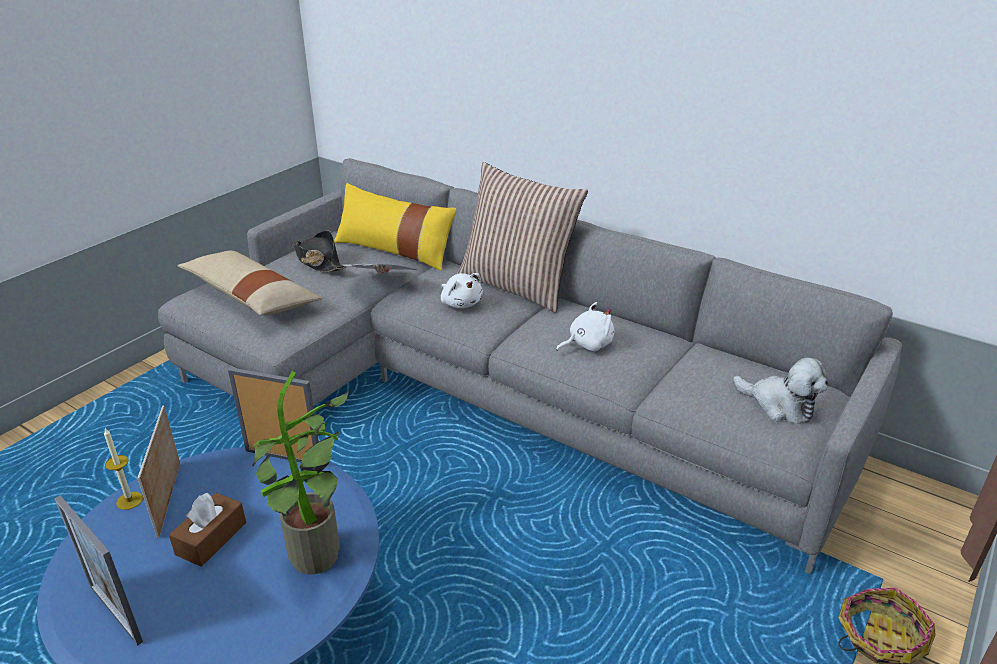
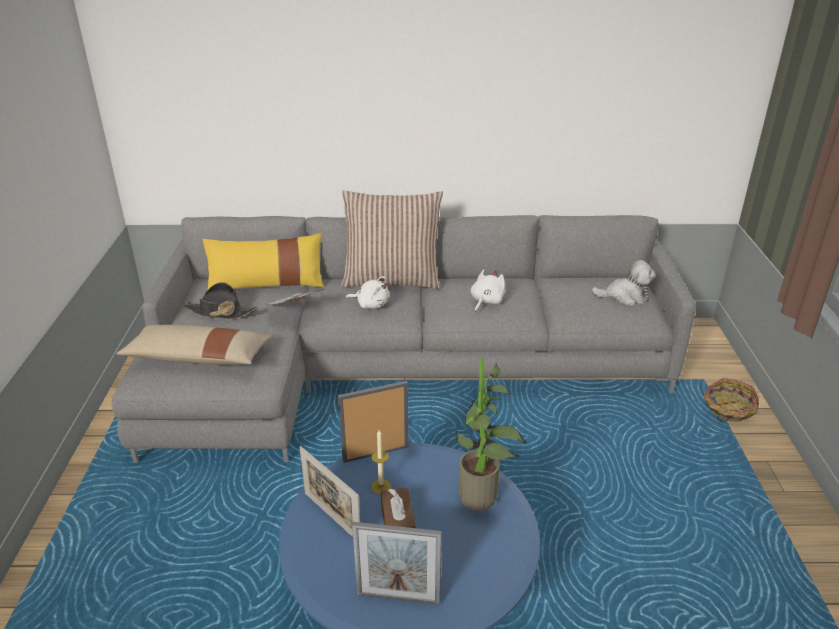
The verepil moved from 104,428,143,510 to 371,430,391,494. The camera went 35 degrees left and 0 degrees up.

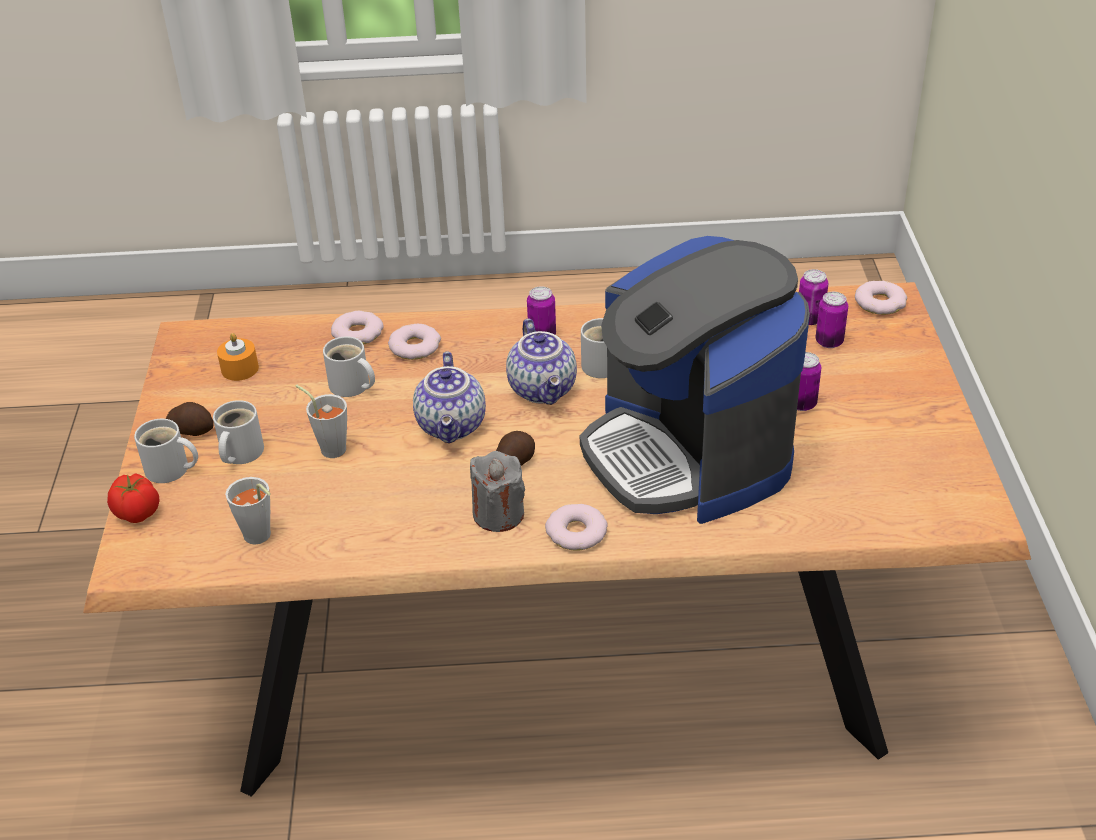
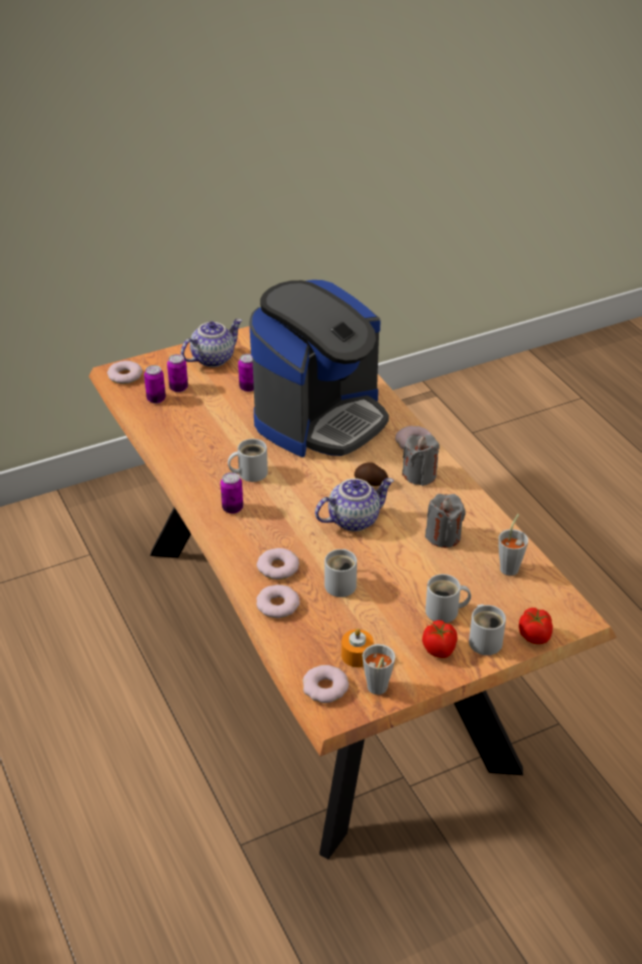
The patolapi at 166,402,214,436 was replaced by the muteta at 422,620,457,658. The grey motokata moved from 295,385,347,458 to 362,644,395,695. The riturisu moved from 506,319,577,405 to 181,319,242,367. The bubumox at 303,665,349,703 appeared. The grey verepil at 425,494,466,548 appeared. The camera went 115 degrees left and 0 degrees up.

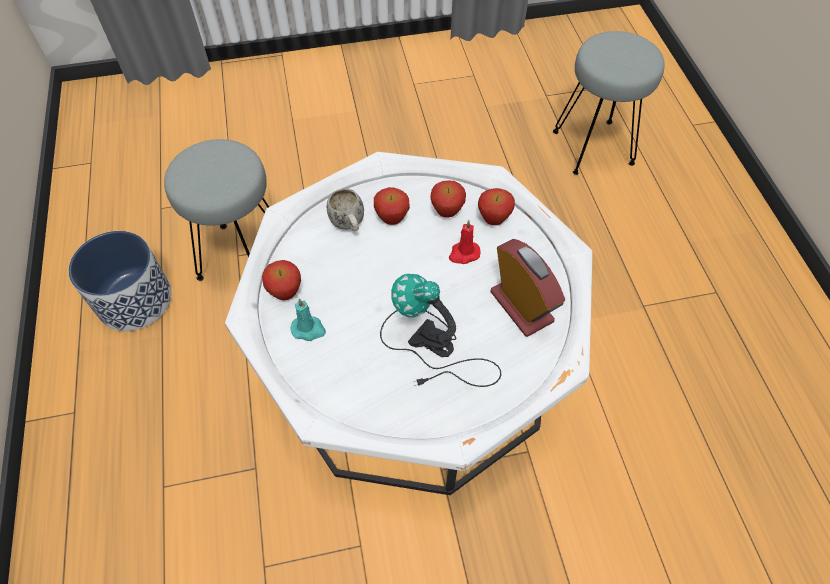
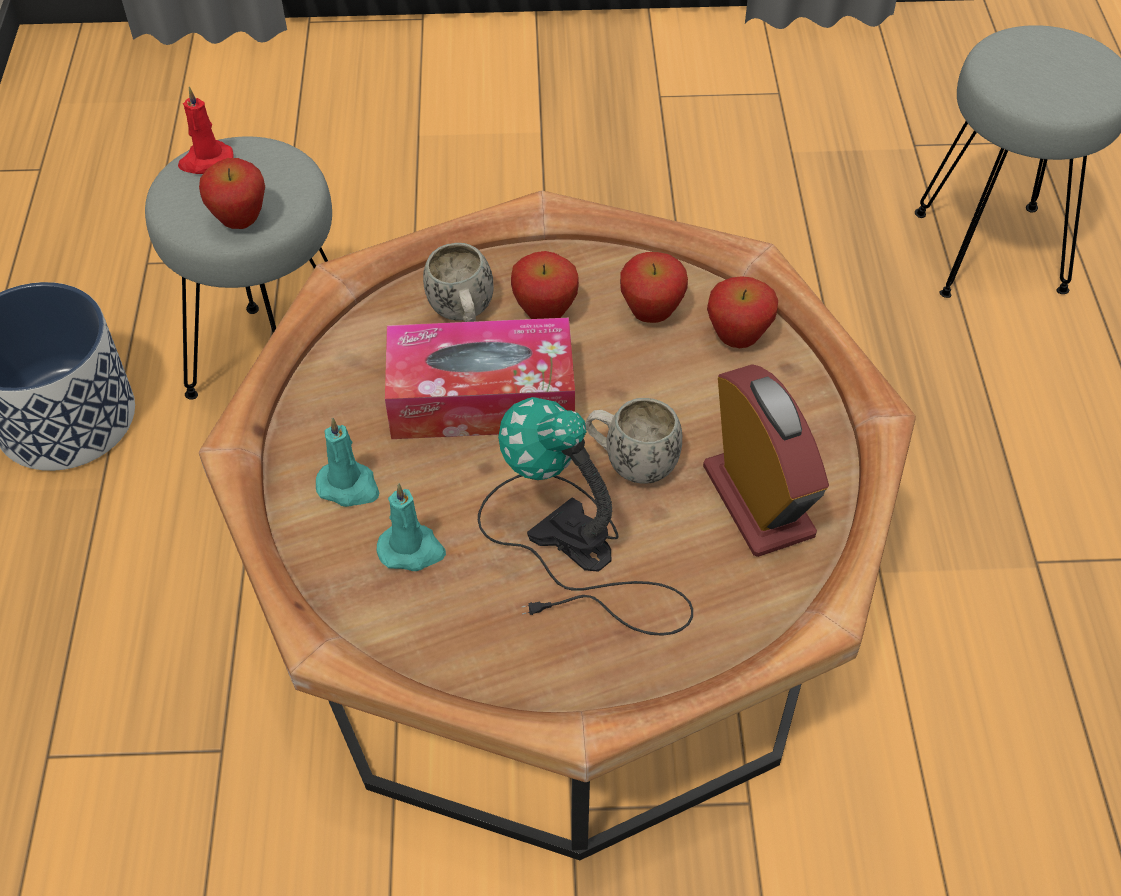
The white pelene at 225,152,592,495 became the brown pelene at 199,191,916,860. The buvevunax moved from 262,260,301,300 to 199,158,265,229. The red verepil moved from 449,220,481,264 to 178,87,234,174. The turquoise verepil at 376,484,446,571 appeared. The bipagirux at 385,318,575,439 appeared. The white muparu at 585,398,682,484 appeared. The camera went 10 degrees right and 5 degrees down.

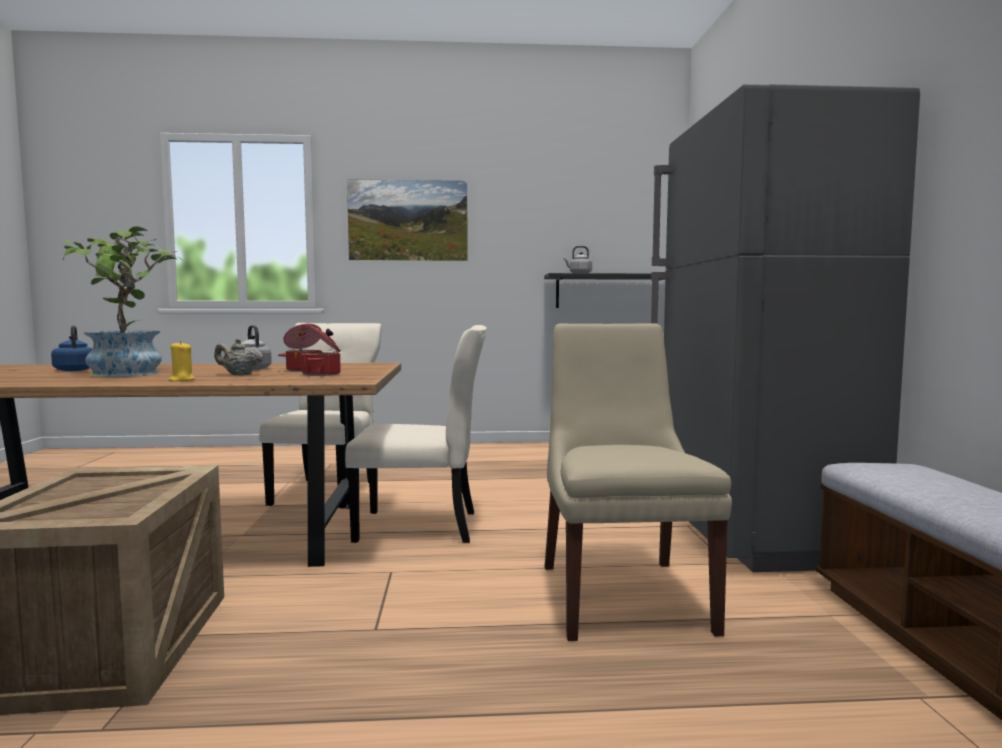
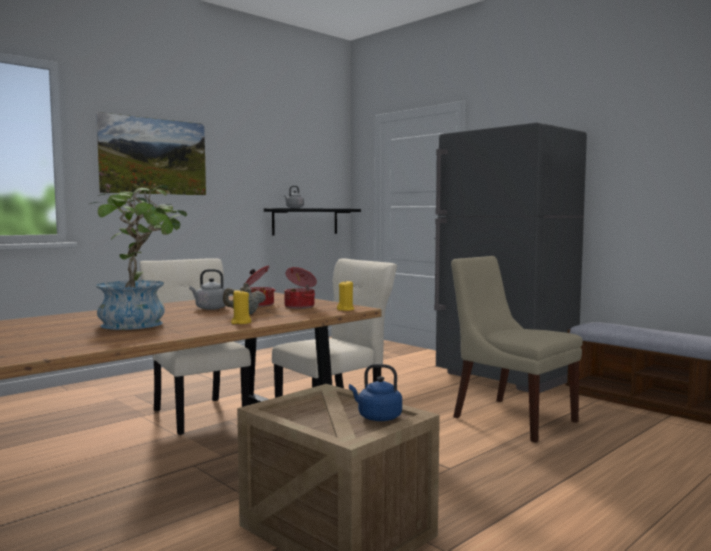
The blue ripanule moved from 51,325,92,371 to 349,364,402,421. The yellow verepil at 337,280,354,311 appeared. The camera went 40 degrees left and 0 degrees up.

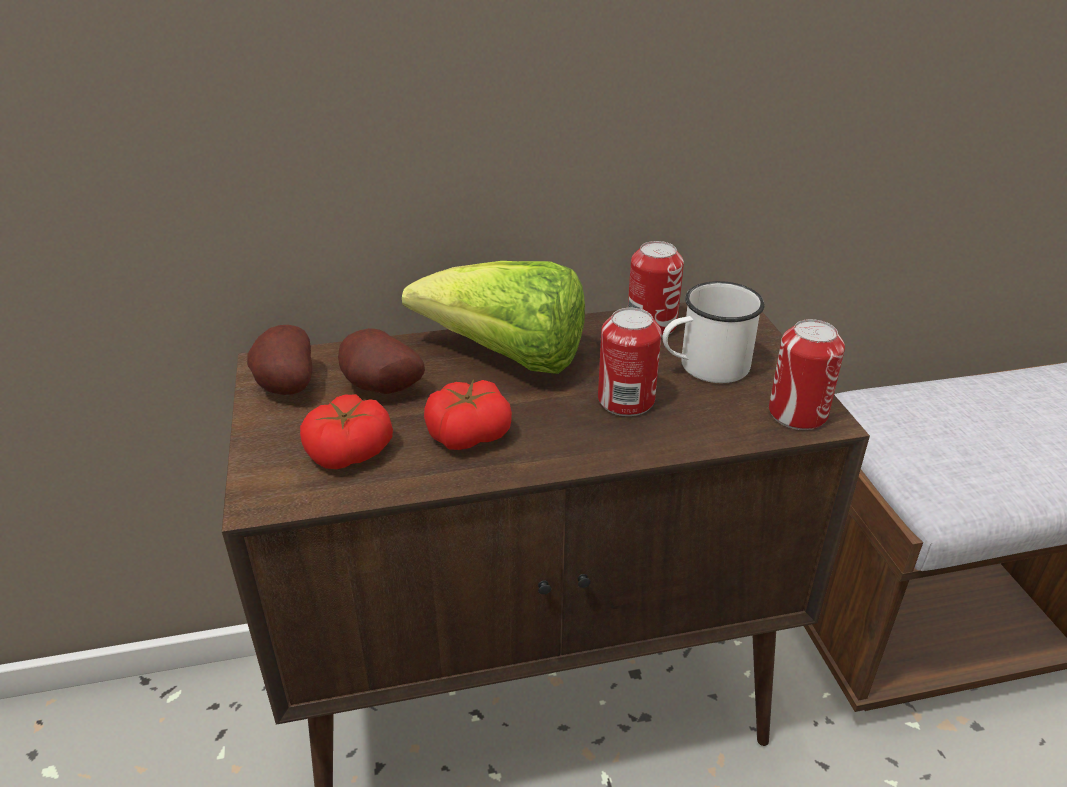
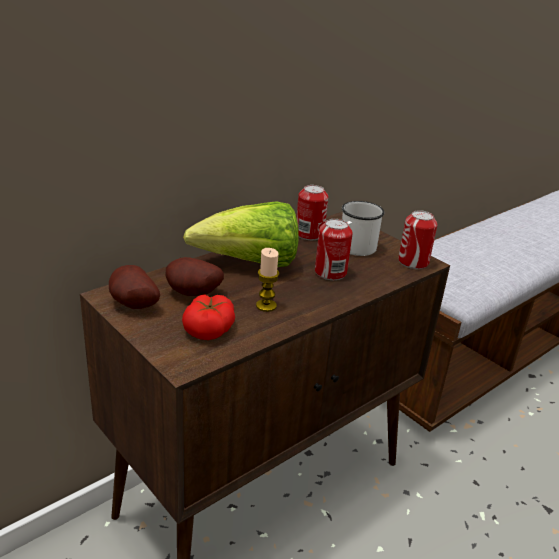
The muteta at 424,379,512,450 was replaced by the verepil at 256,248,279,312. The camera went 30 degrees left and 5 degrees down.

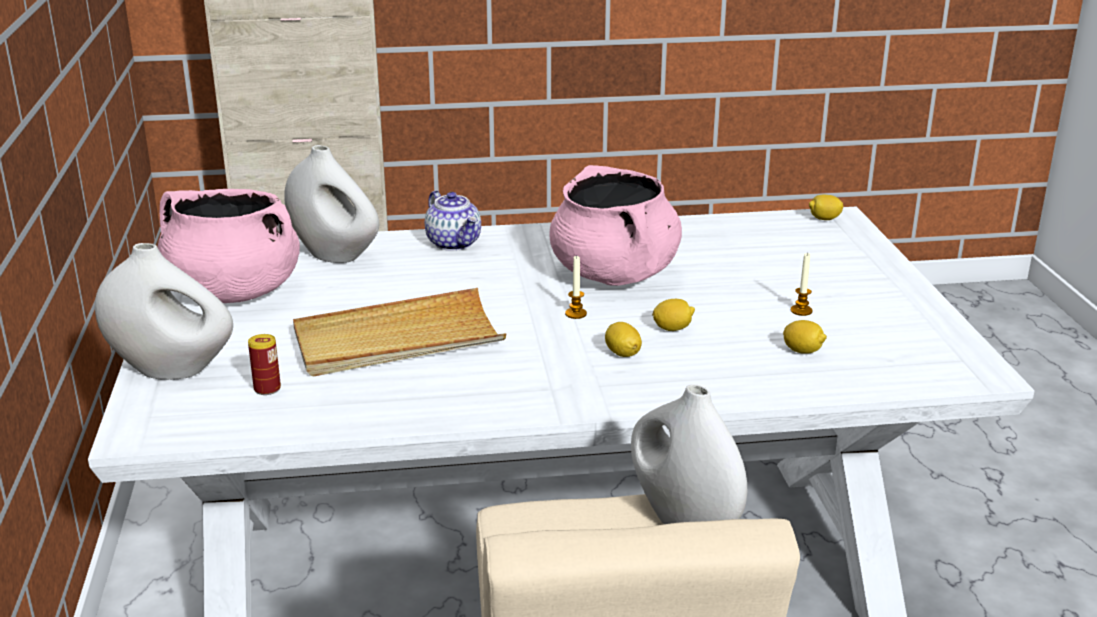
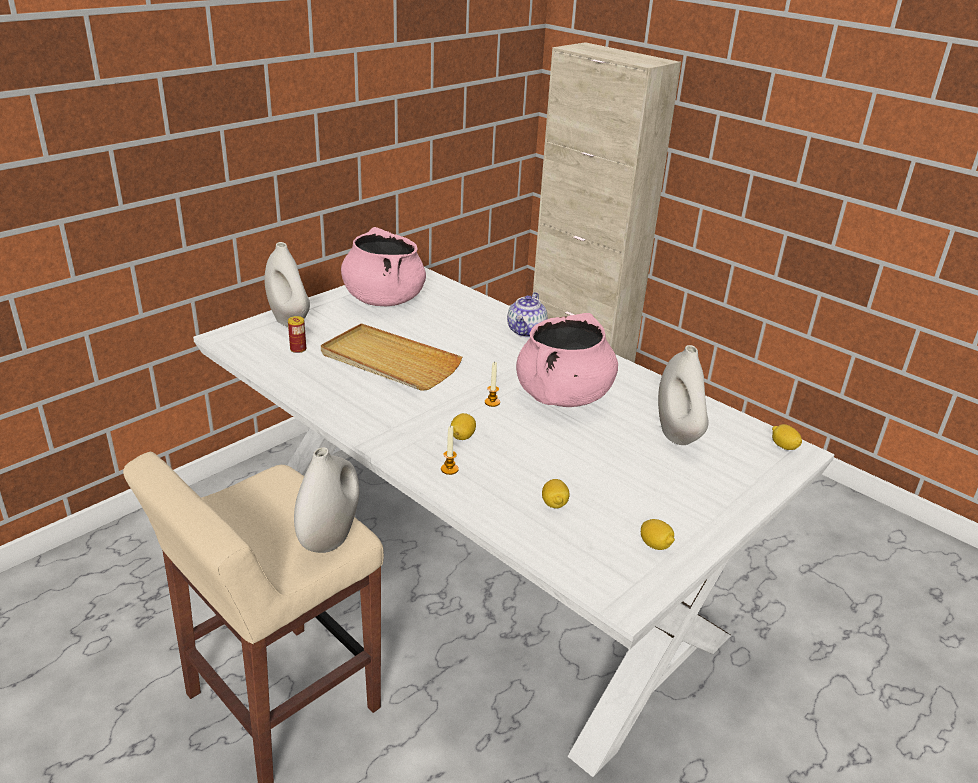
The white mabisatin moved from 284,145,379,263 to 658,345,709,445. The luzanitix moved from 652,299,695,331 to 641,519,675,550. The verepil moved from 791,252,812,316 to 441,426,459,475. The camera went 50 degrees right and 5 degrees up.

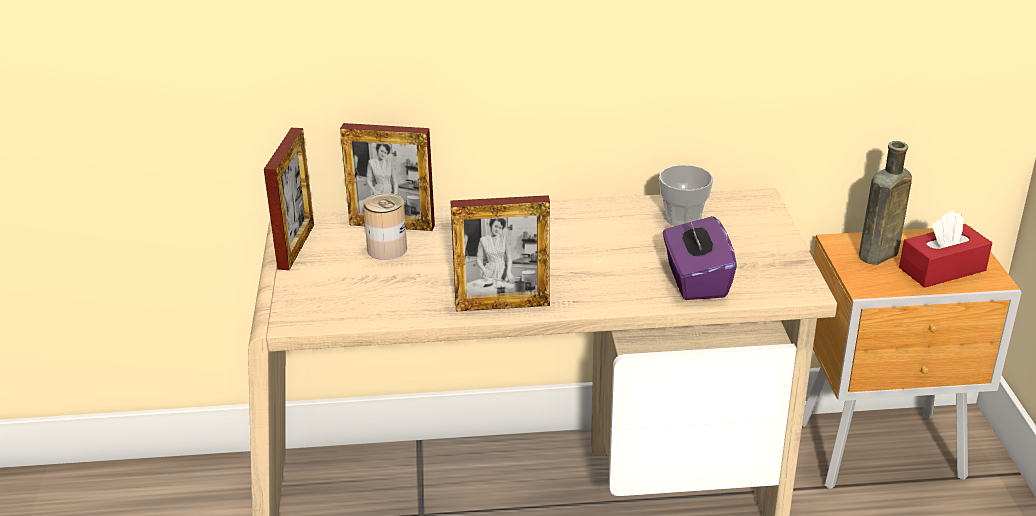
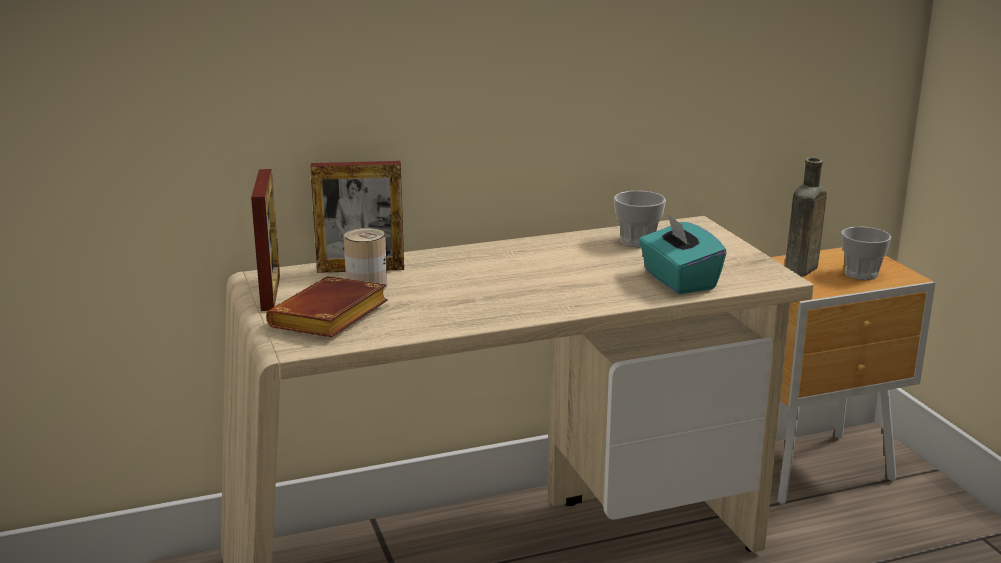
The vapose at 450,195,550,312 disappeared. The purple bipagirux at 663,212,737,300 became the turquoise bipagirux at 639,213,727,294. The red bipagirux at 899,210,992,288 was replaced by the motokata at 841,227,891,280. The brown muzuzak at 266,276,388,337 appeared. The camera went 15 degrees left and 10 degrees down.

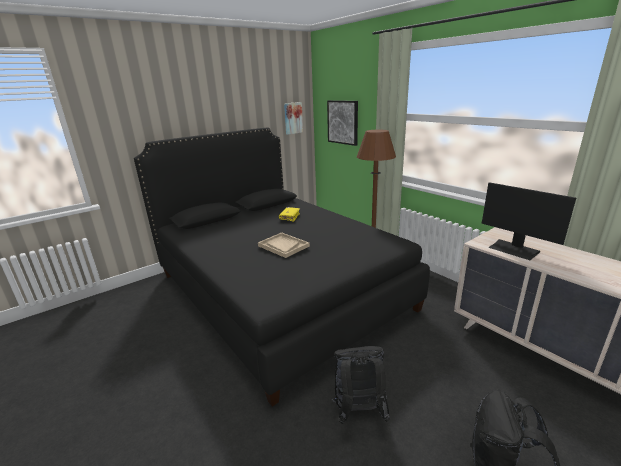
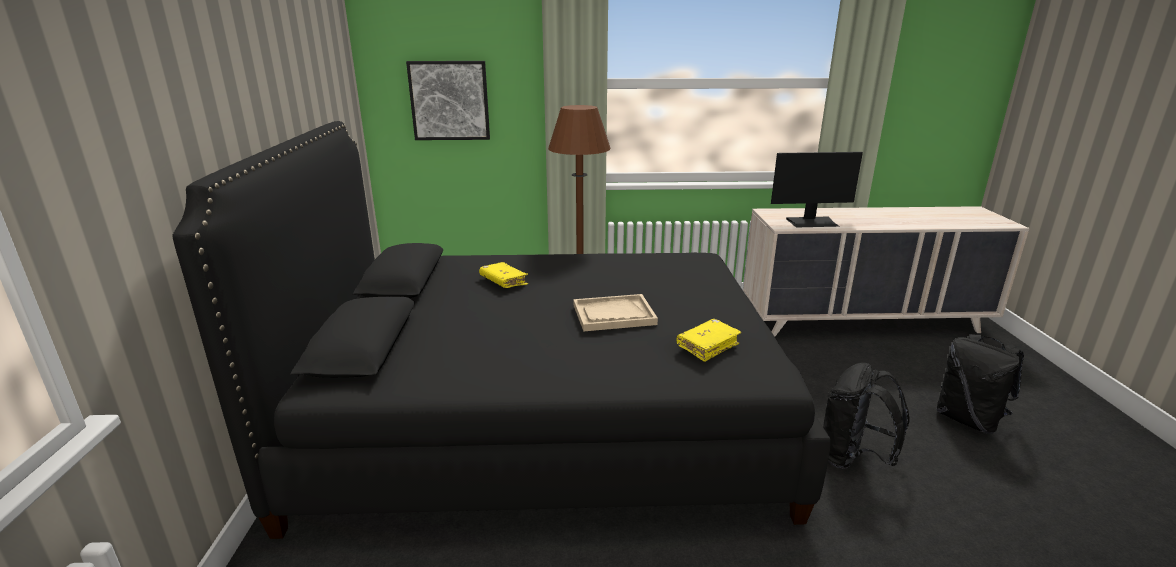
The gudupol at 284,102,303,135 disappeared. The yellow muzuzak at 677,319,742,362 appeared. The camera went 55 degrees left and 0 degrees up.

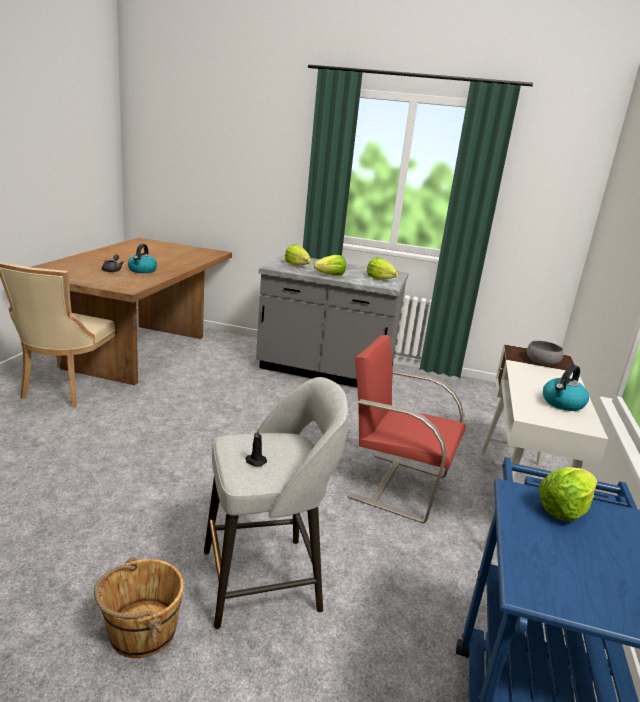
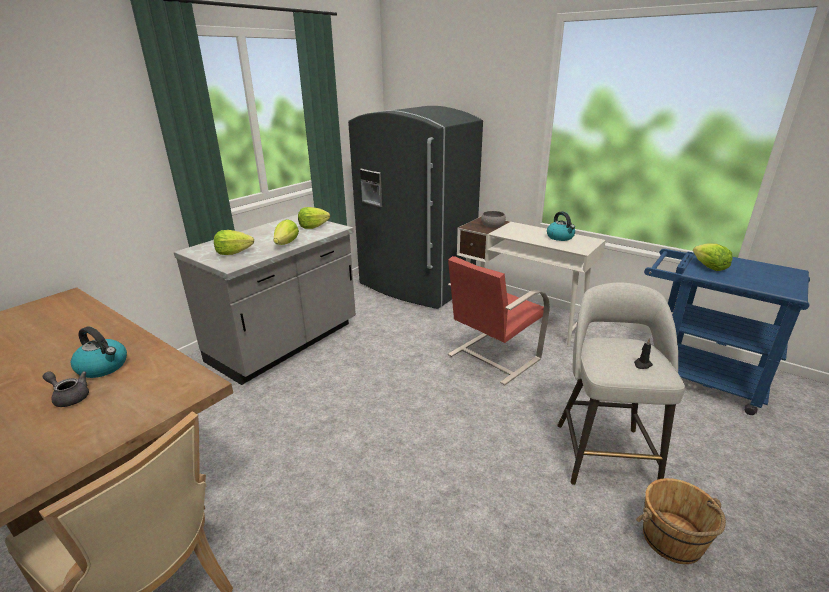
The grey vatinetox at 348,106,483,309 appeared. The camera went 65 degrees left and 5 degrees up.

